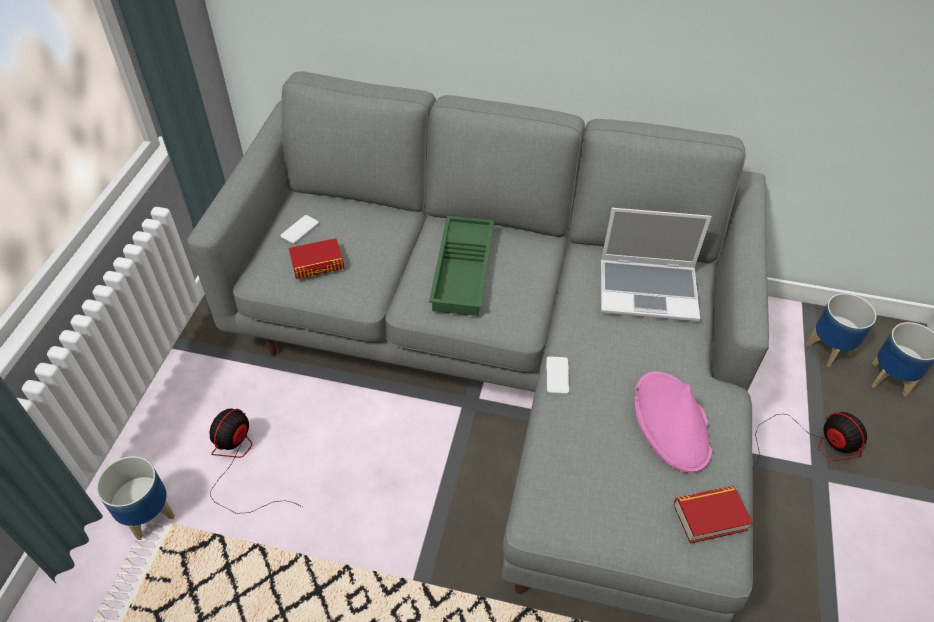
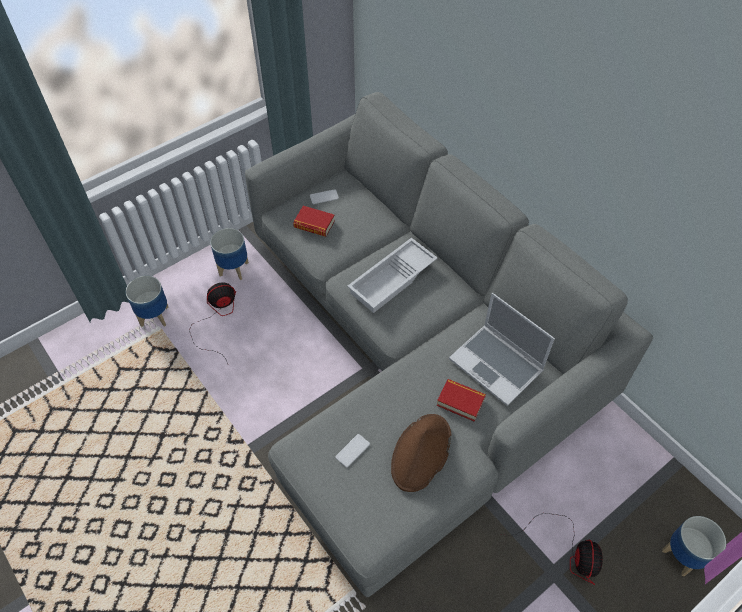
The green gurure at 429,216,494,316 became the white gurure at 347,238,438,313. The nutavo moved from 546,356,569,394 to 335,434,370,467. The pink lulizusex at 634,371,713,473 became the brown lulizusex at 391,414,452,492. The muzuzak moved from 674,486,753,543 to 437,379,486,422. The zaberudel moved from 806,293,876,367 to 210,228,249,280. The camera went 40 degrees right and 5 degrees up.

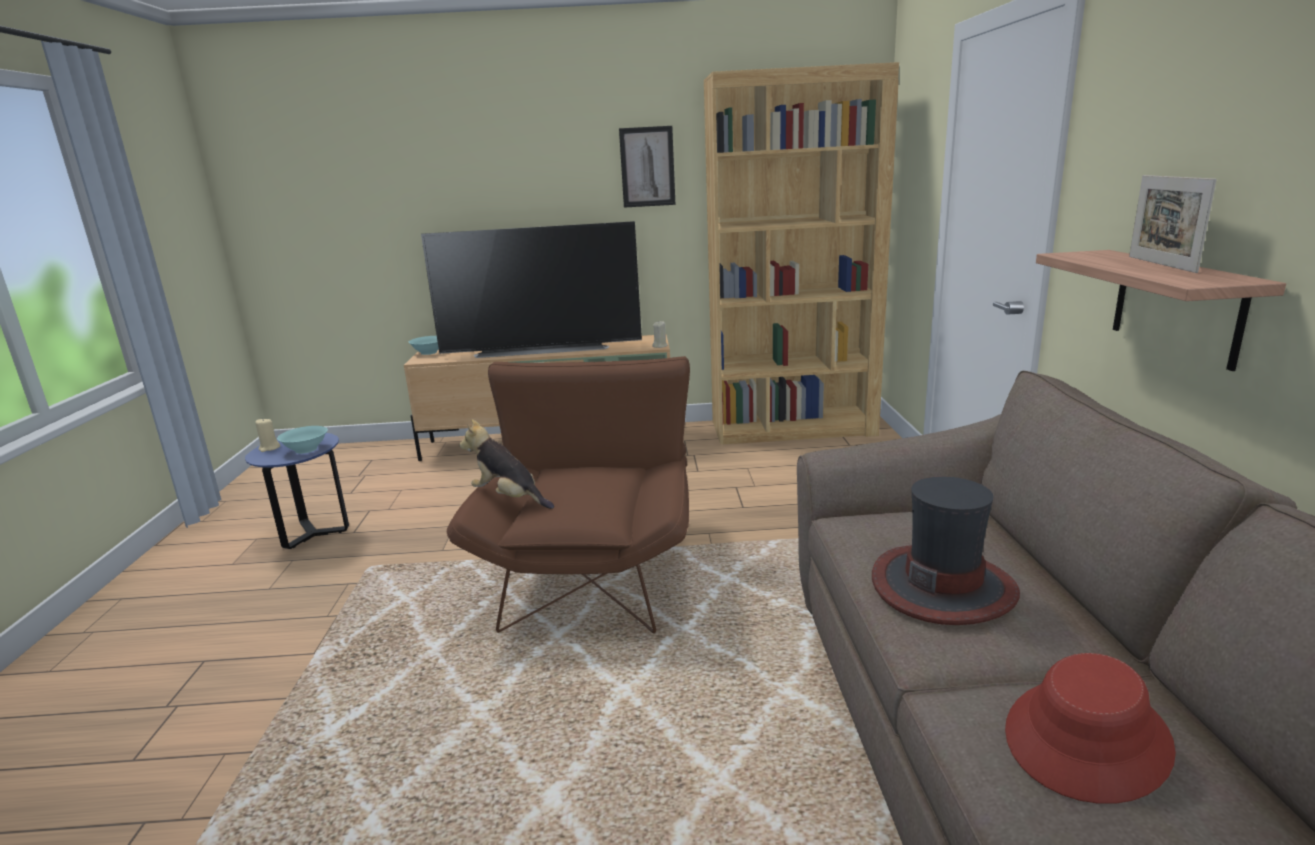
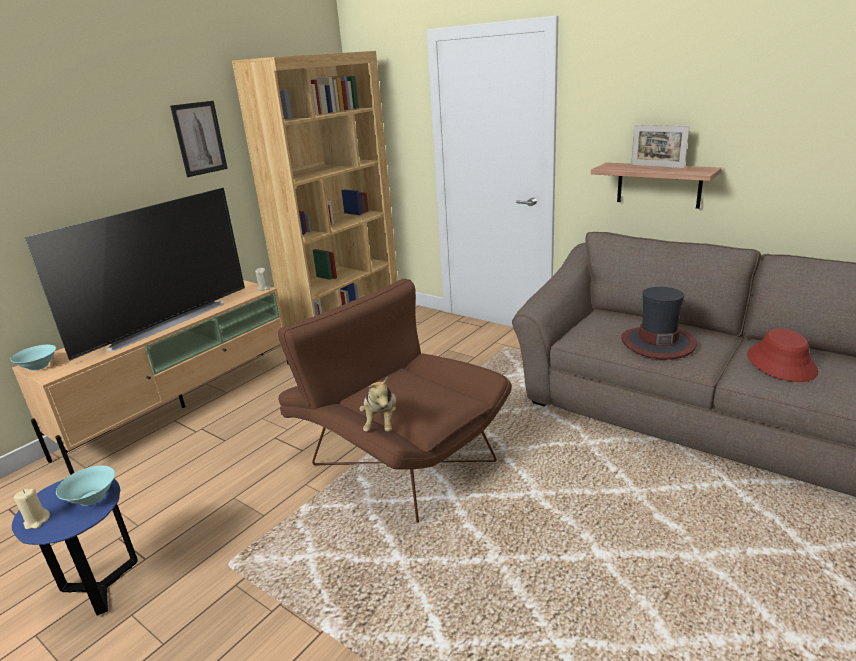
The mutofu at 459,419,554,509 turned 75 degrees counterclockwise. The camera went 50 degrees left and 5 degrees up.

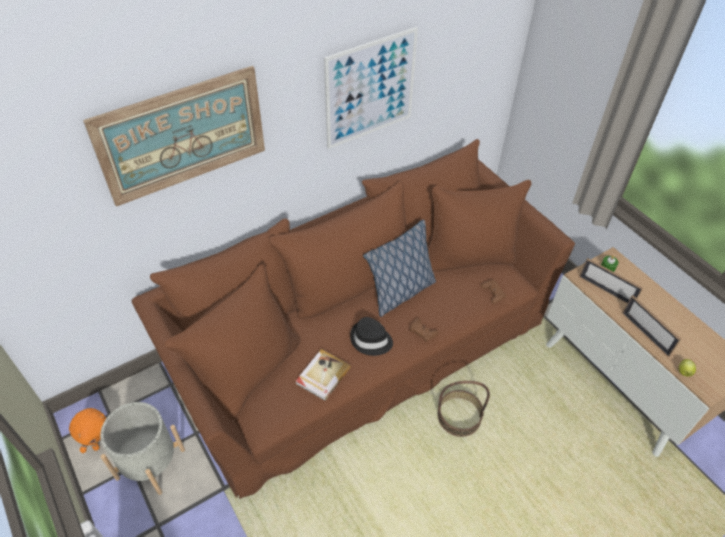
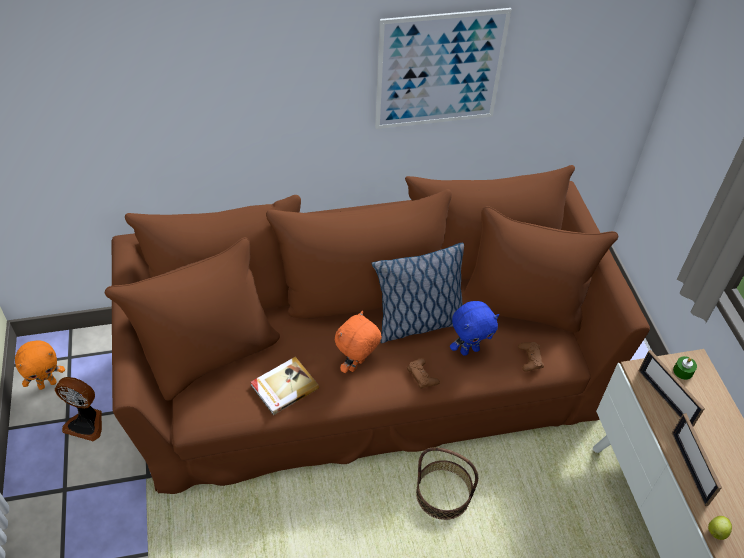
The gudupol at 83,66,265,207 disappeared. The grey zaberudel at 100,402,185,495 was replaced by the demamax at 55,377,102,441. The black lulizusex at 350,317,393,356 was replaced by the orange mutofu at 335,311,382,373. The blue mutofu at 450,301,499,356 appeared. The camera went 20 degrees right and 0 degrees up.

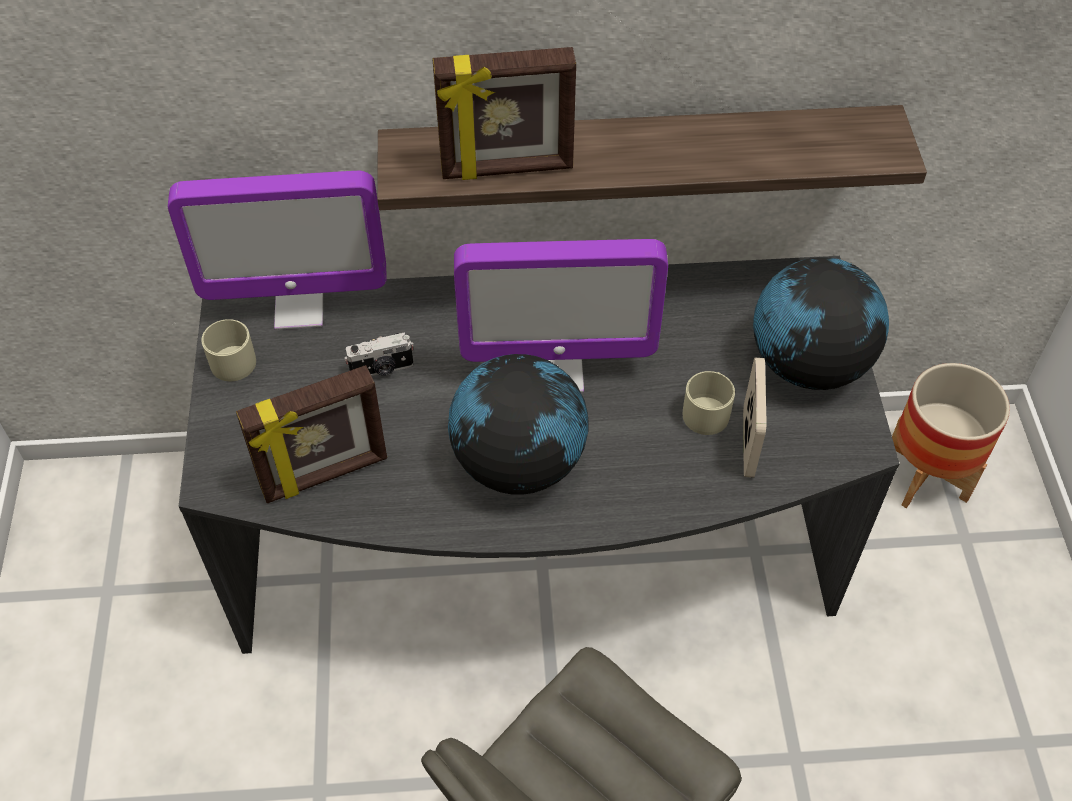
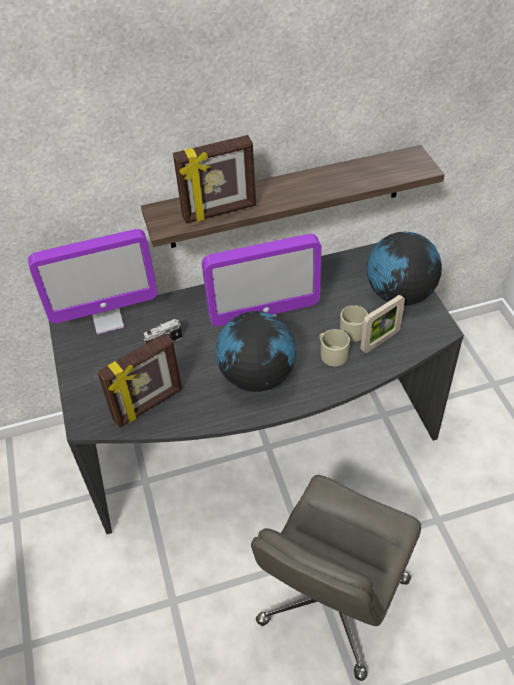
The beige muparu moved from 201,319,256,381 to 319,329,350,366. The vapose at 743,358,767,478 turned 60 degrees clockwise. The zaberudel at 892,363,1010,508 disappeared. The camera went 10 degrees left and 5 degrees down.

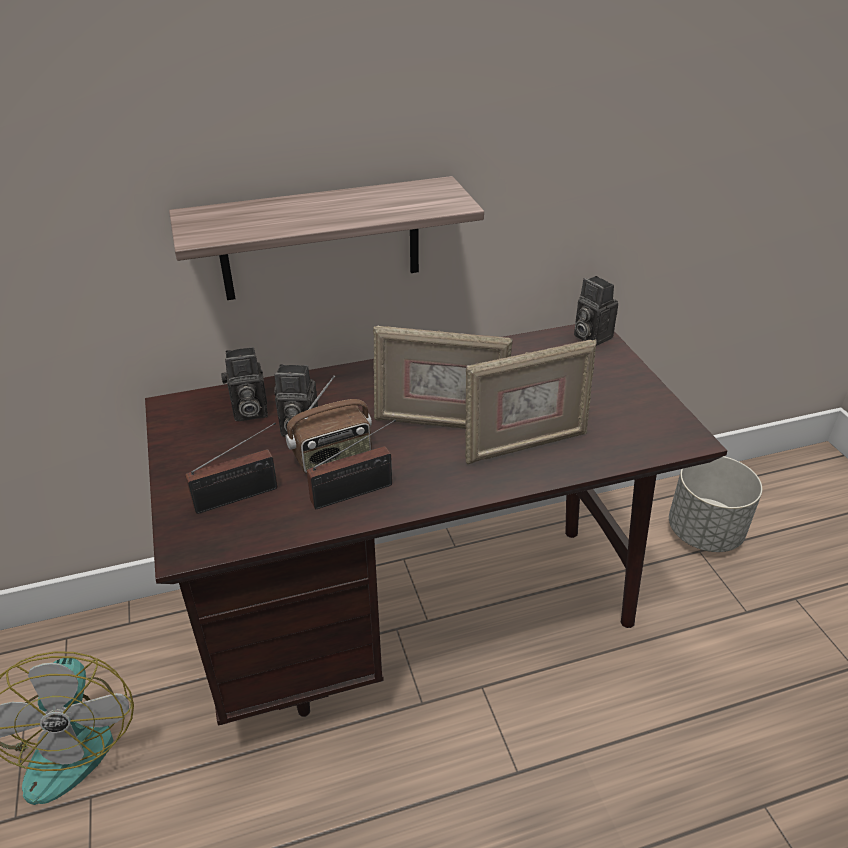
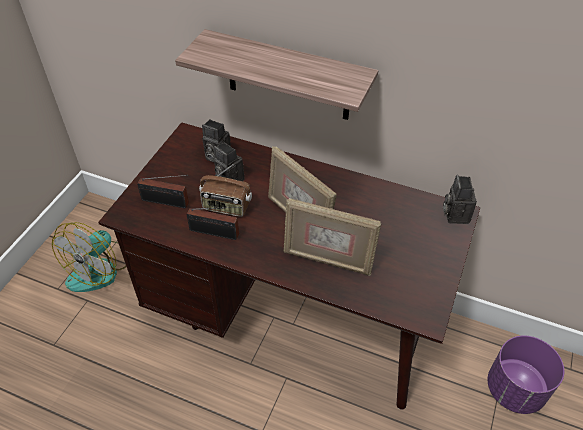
The grey zaberudel at 669,456,762,552 became the purple zaberudel at 488,336,564,414. The camera went 40 degrees right and 10 degrees up.

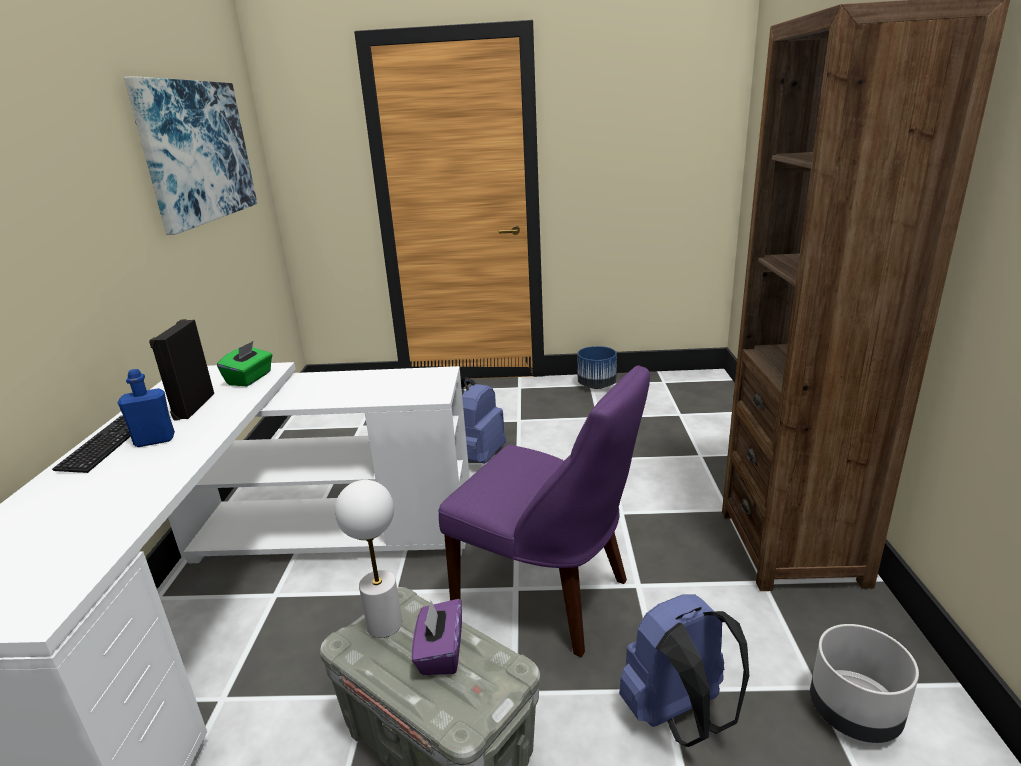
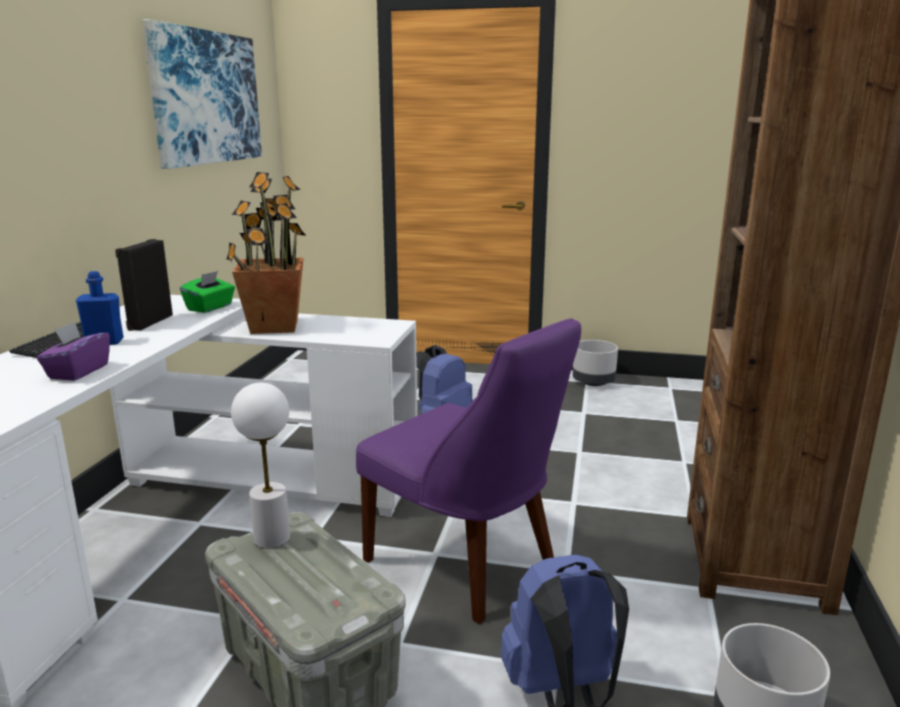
The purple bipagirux moved from 412,599,462,675 to 36,321,110,381. The blue zaberudel at 577,346,617,389 became the grey zaberudel at 573,340,618,386. The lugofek at 226,172,305,334 appeared. The camera went 10 degrees right and 5 degrees down.

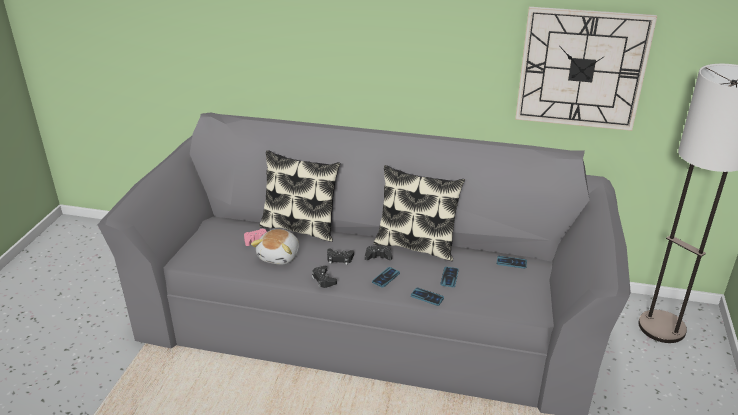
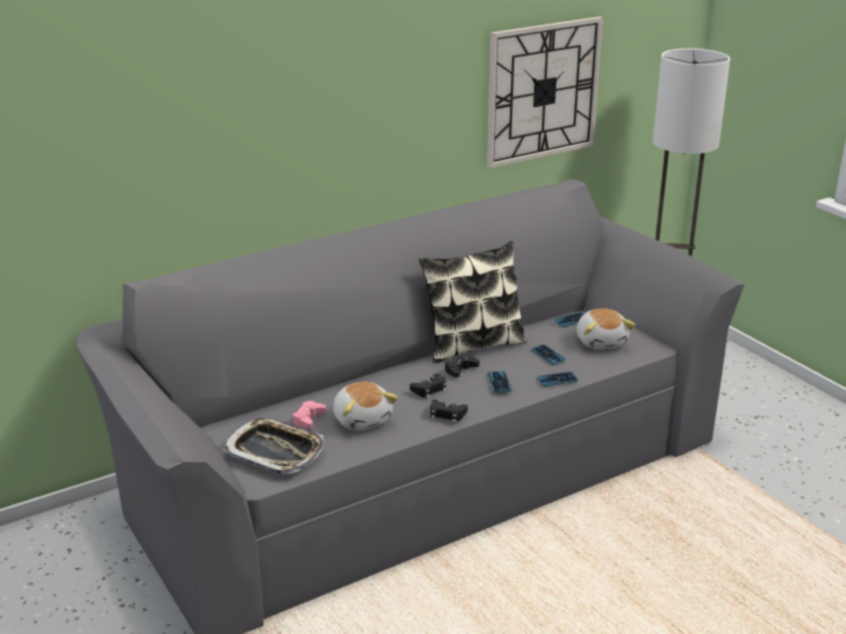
The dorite at 259,150,340,242 disappeared. The gurure at 223,418,323,474 appeared. The mutofu at 577,308,635,349 appeared. The camera went 45 degrees left and 5 degrees down.

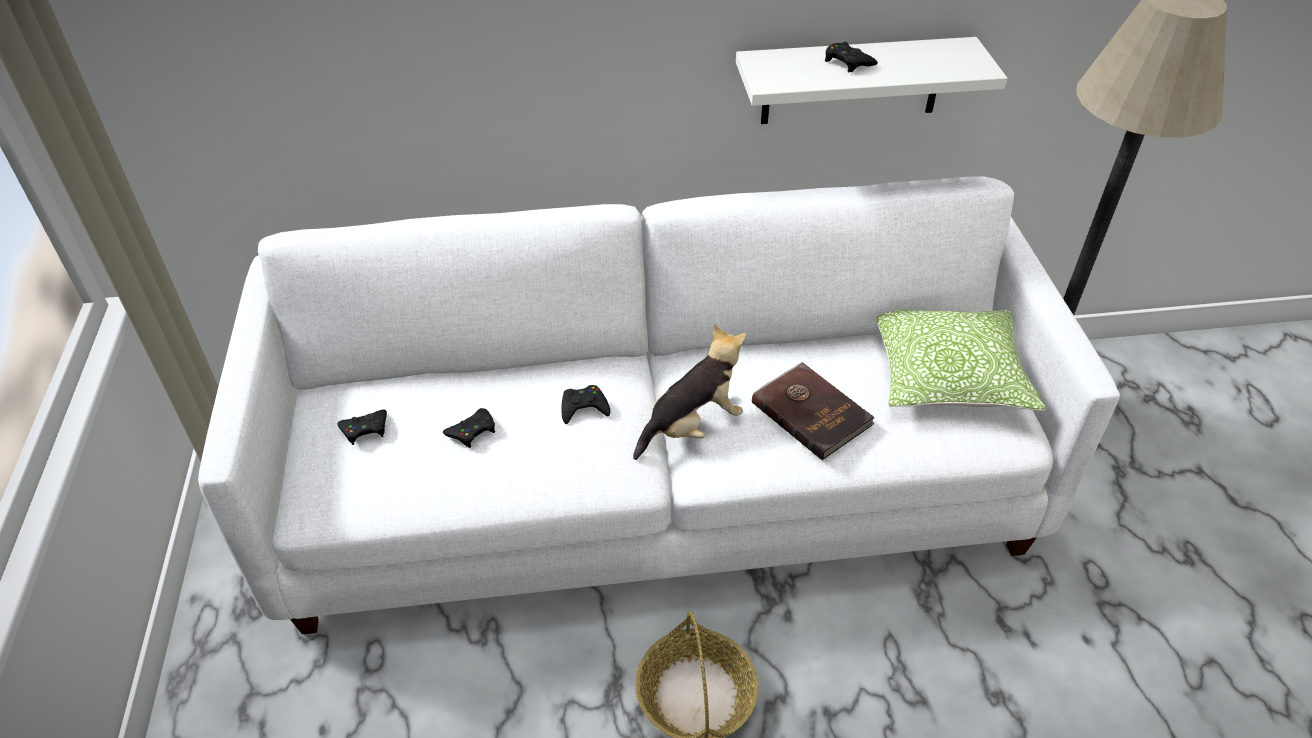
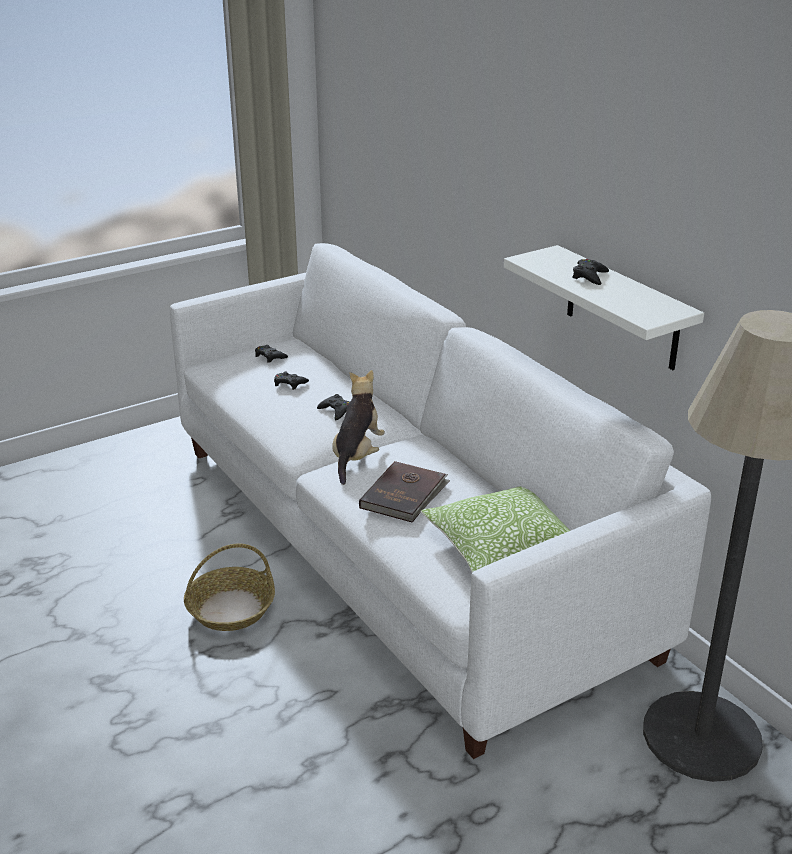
The mutofu at 633,324,746,460 turned 105 degrees counterclockwise. The camera went 65 degrees right and 15 degrees down.

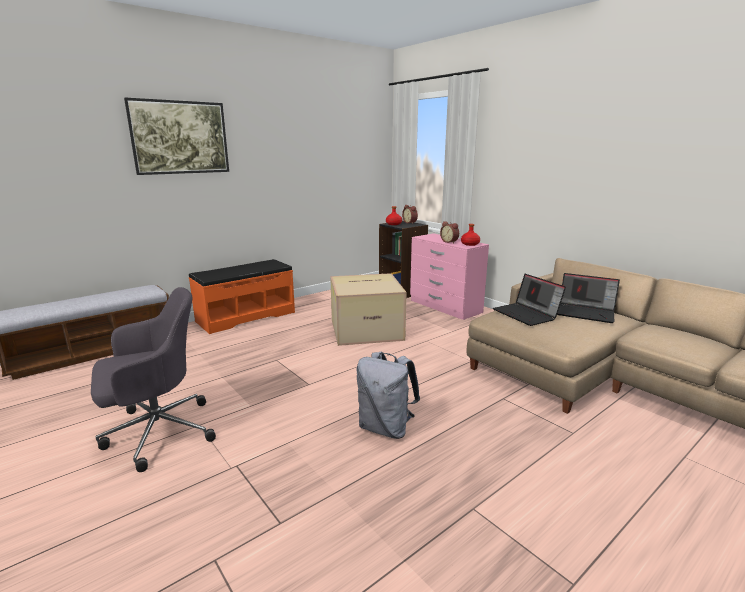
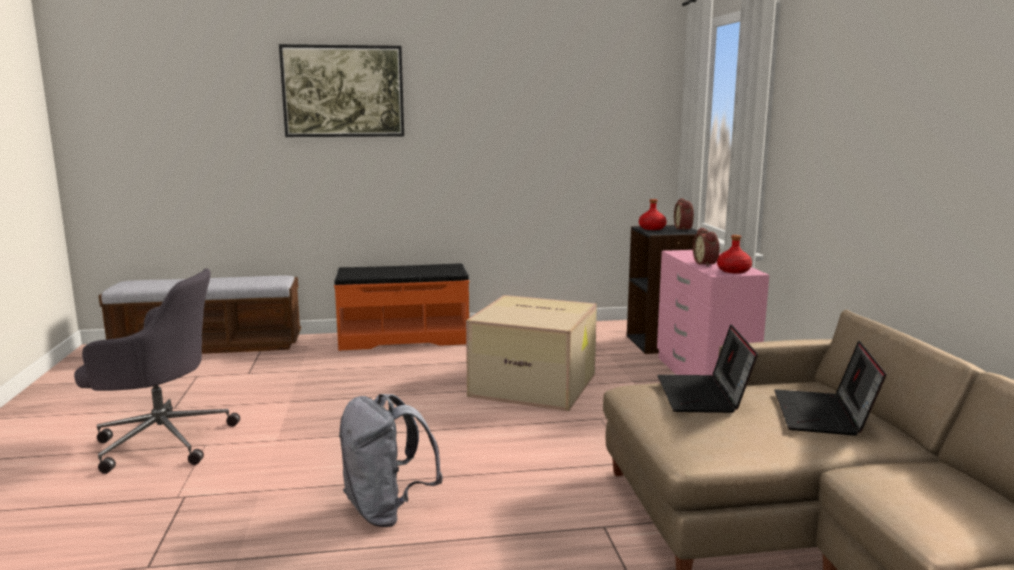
The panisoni at 557,273,620,323 turned 45 degrees clockwise. The camera went 30 degrees right and 5 degrees down.

